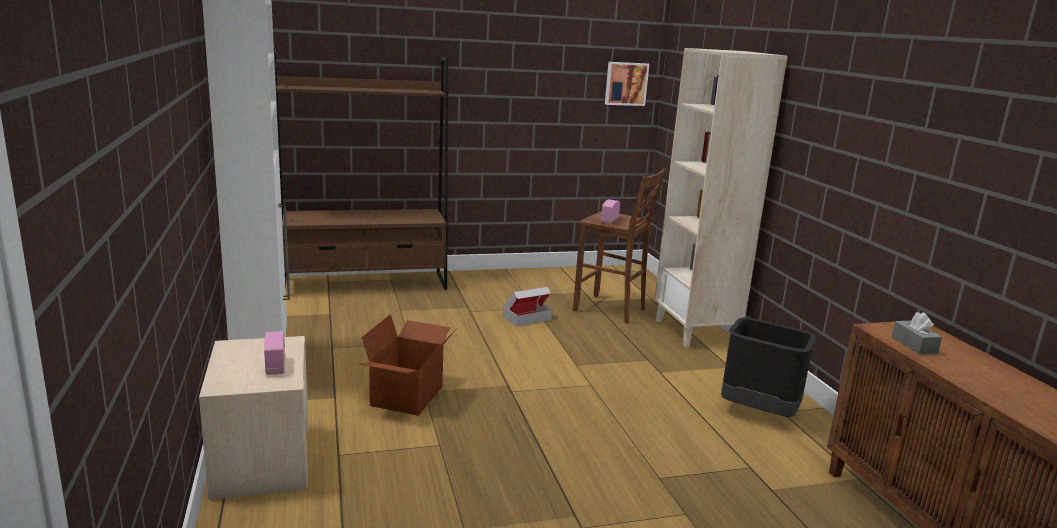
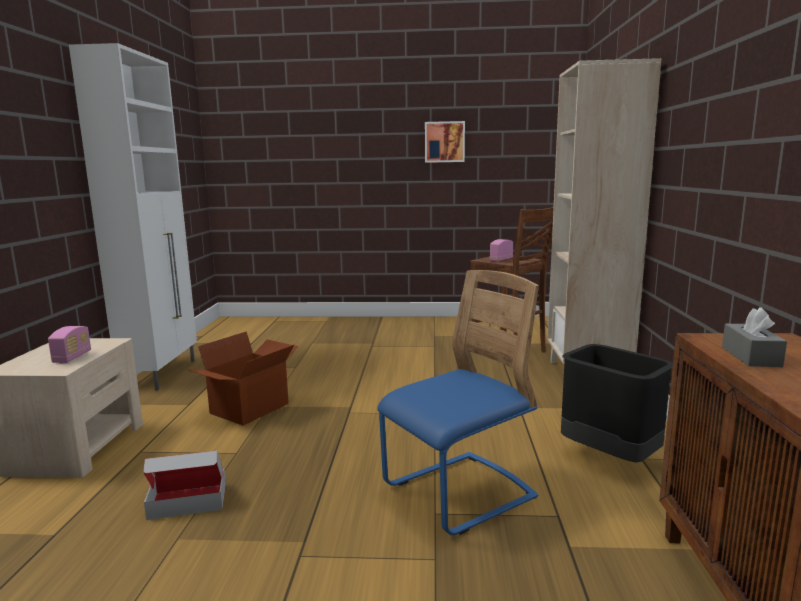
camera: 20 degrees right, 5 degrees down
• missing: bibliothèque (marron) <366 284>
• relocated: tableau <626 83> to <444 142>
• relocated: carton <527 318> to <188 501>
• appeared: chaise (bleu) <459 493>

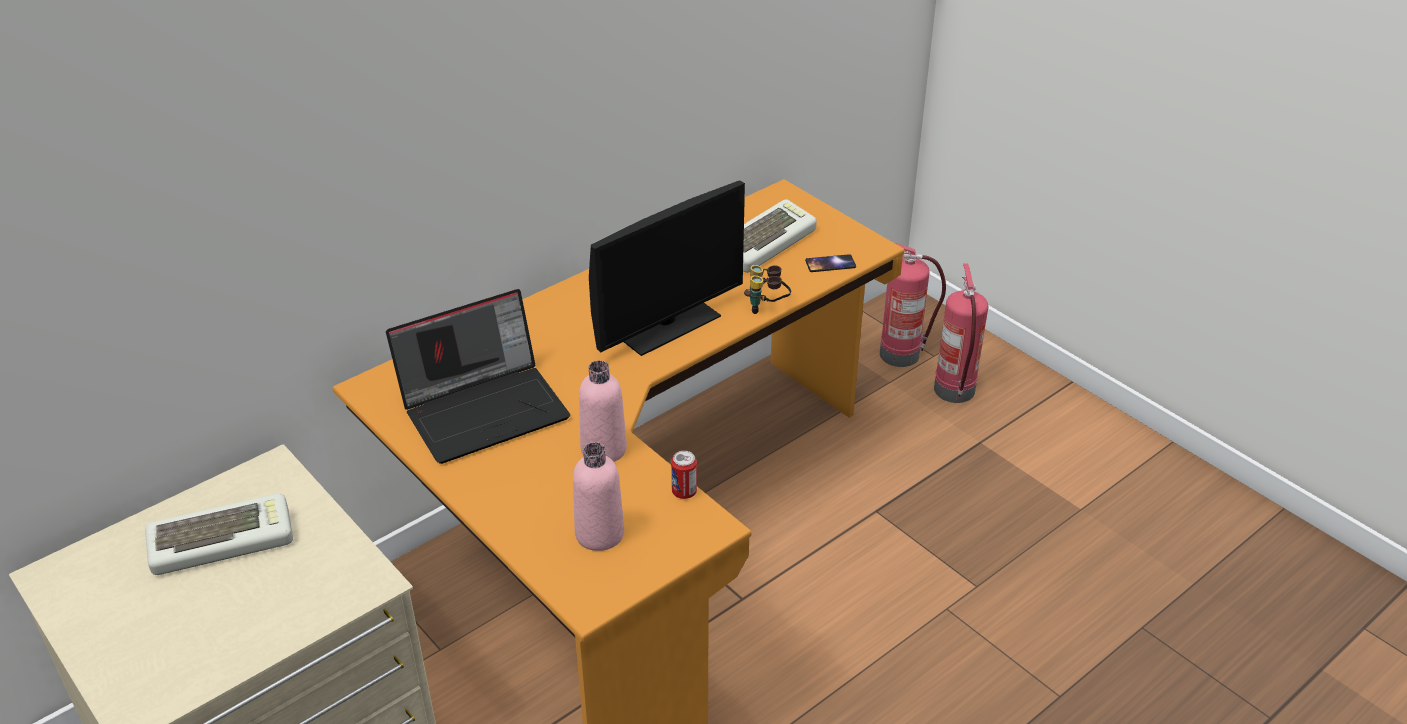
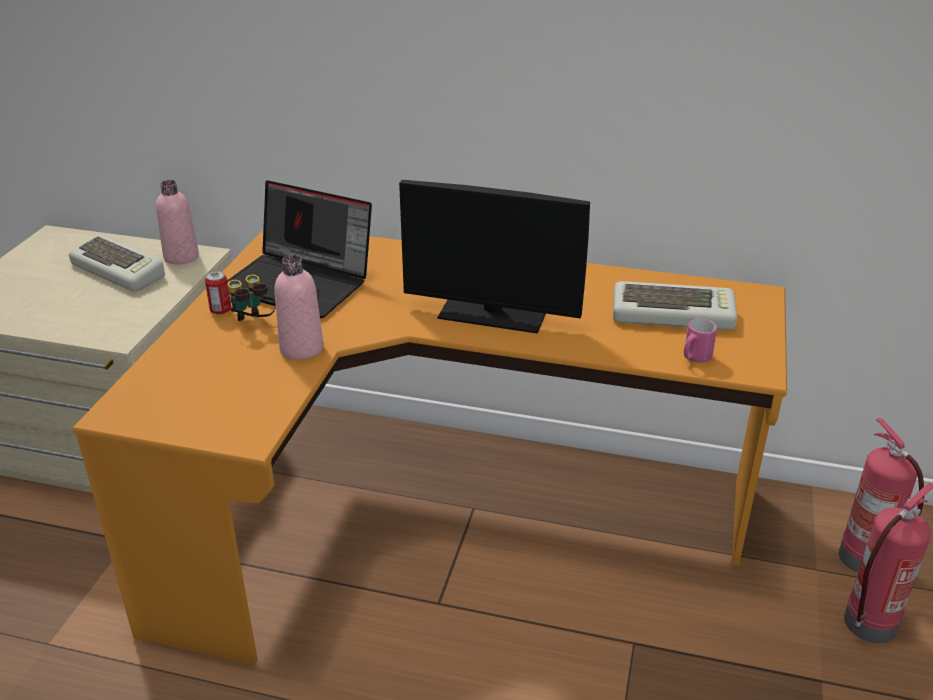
camera: 55 degrees right, 5 degrees down
• exchanged: téléphone <830 264> to mug (rose) <694 358>
• relocated: jumelles <767 307> to <253 323>
• relocated: bouteille (rose) <599 534> to <181 257>
• relocated: boîte métallique <684 492> to <221 310>

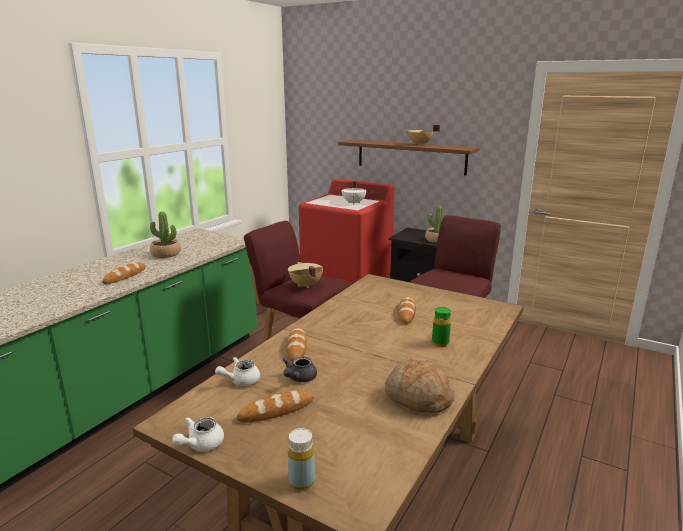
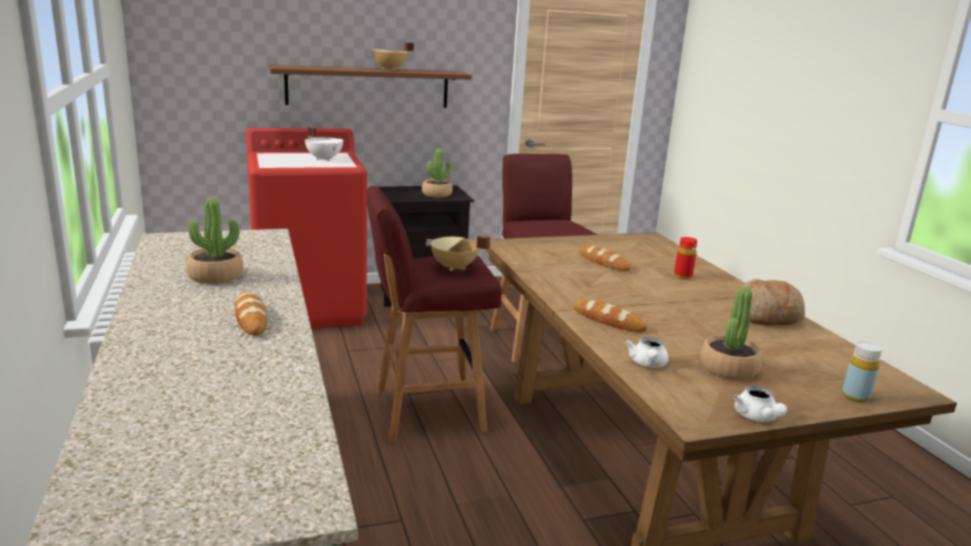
camera: 50 degrees left, 0 degrees up
• colour: bouteille (vert) <440 343> to bouteille (rouge) <682 276>
• missing: théière (gris) <299 378>
• exchanged: pain <276 410> to plante en pot <728 369>

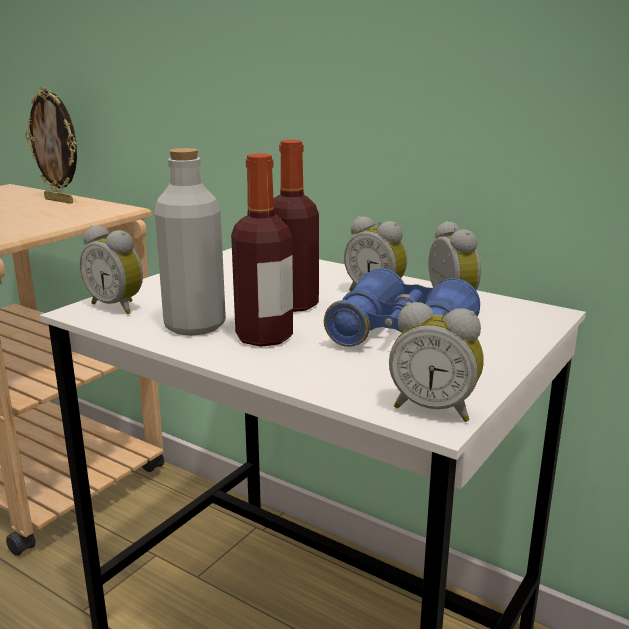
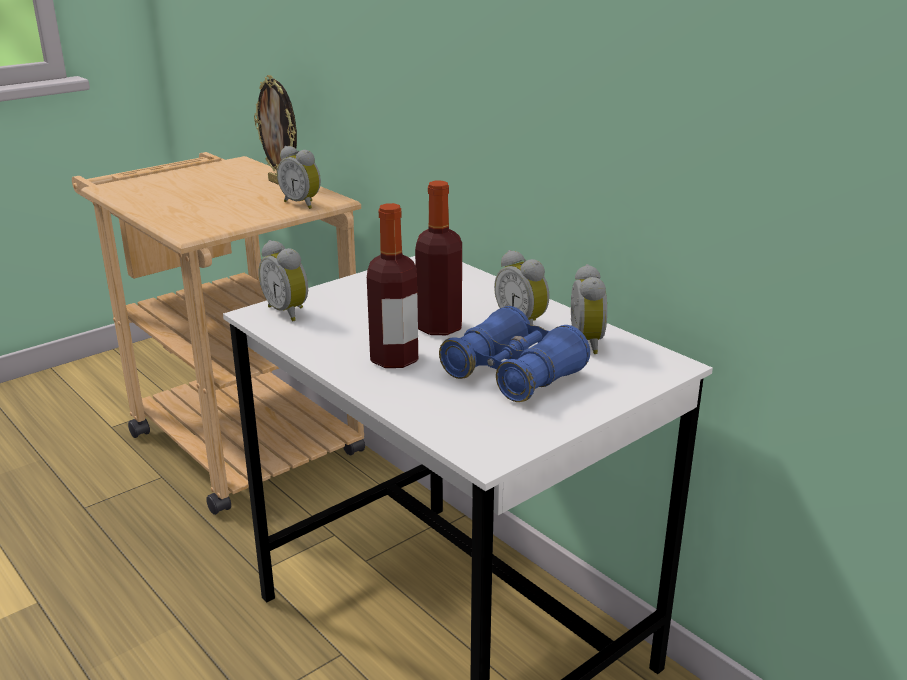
camera: 15 degrees right, 5 degrees up
• missing: bouteille (gris) <194 325>
• relocated: réveil <434 408> to <302 203>

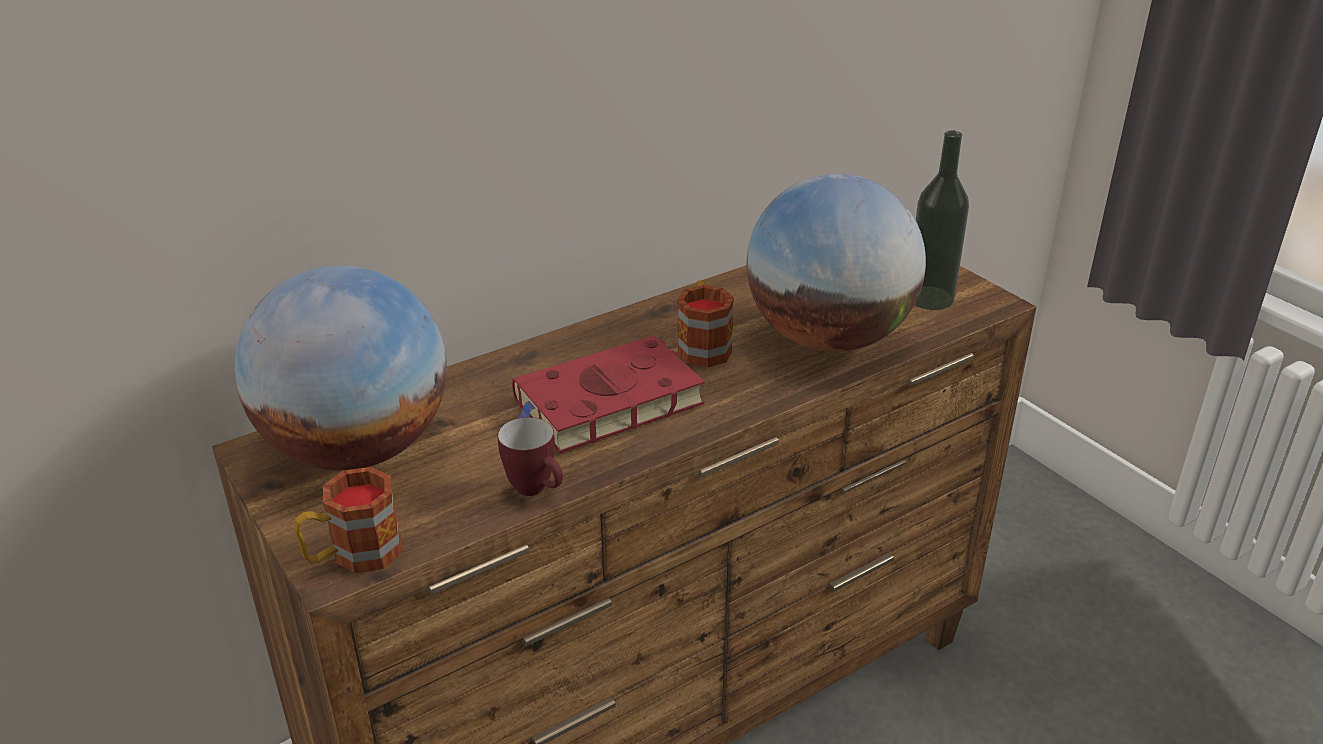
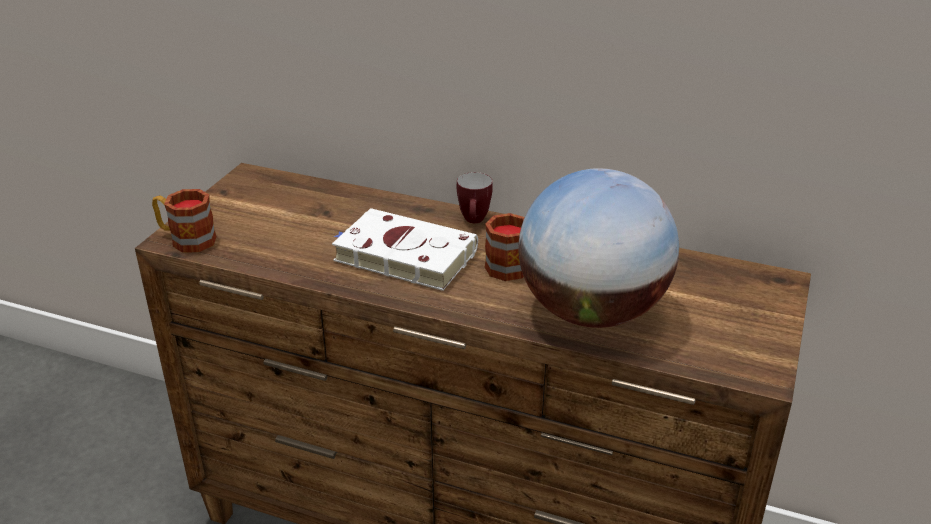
camera: 55 degrees right, 0 degrees up
• missing: bouteille <930 298>
• missing: globe <357 449>
• colour: livre (rouge) <604 404> to livre (blanc) <401 255>
• relocated: mug <537 490> to <474 222>

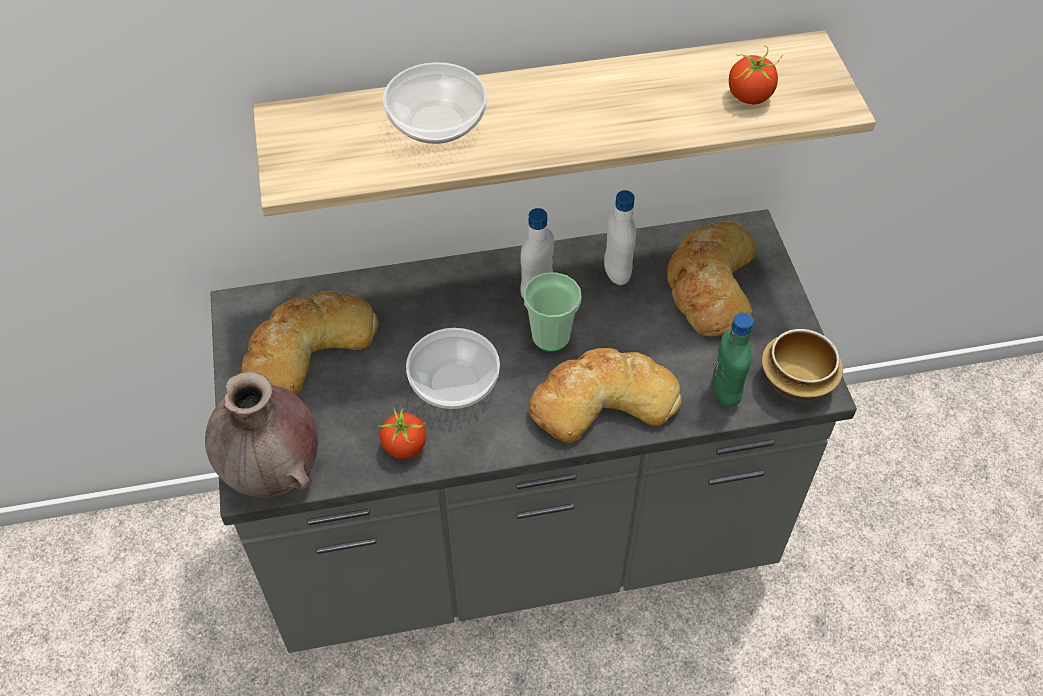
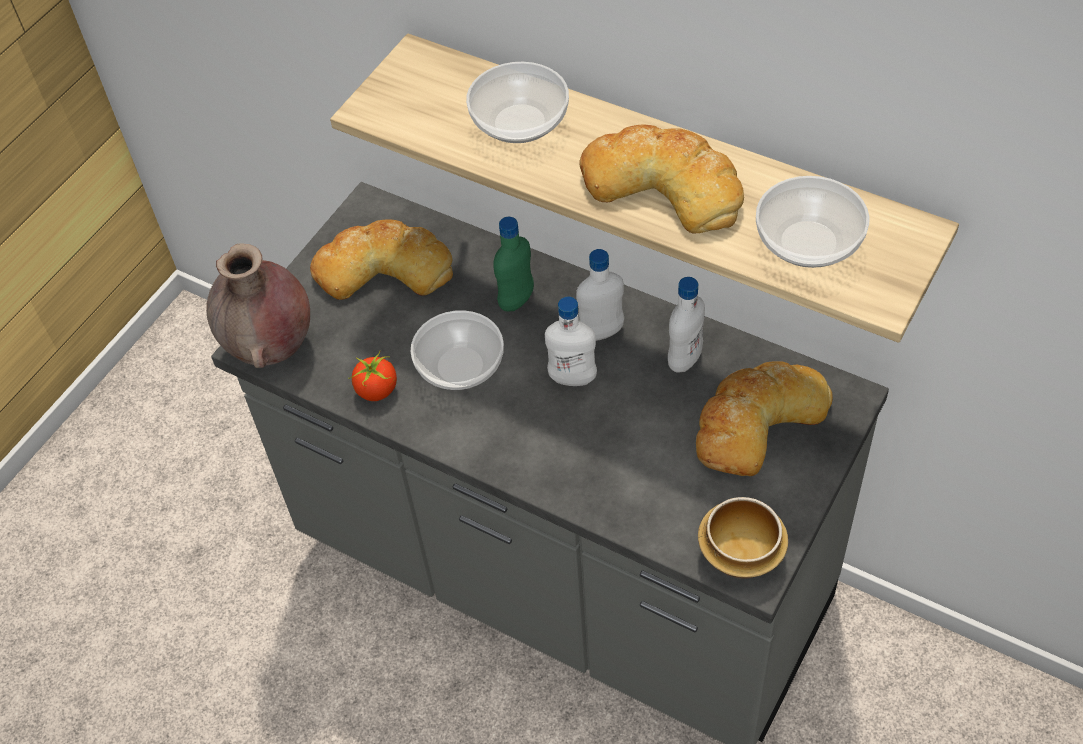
camera: 45 degrees right, 0 degrees up
• exchanged: tomate <749 96> to bol <807 244>
• exchanged: tasse <551 337> to bouteille (blanc) <572 378>
• relocated: bouteille (vert) <725 392> to <516 300>
• relocated: pain <601 400> to <664 185>

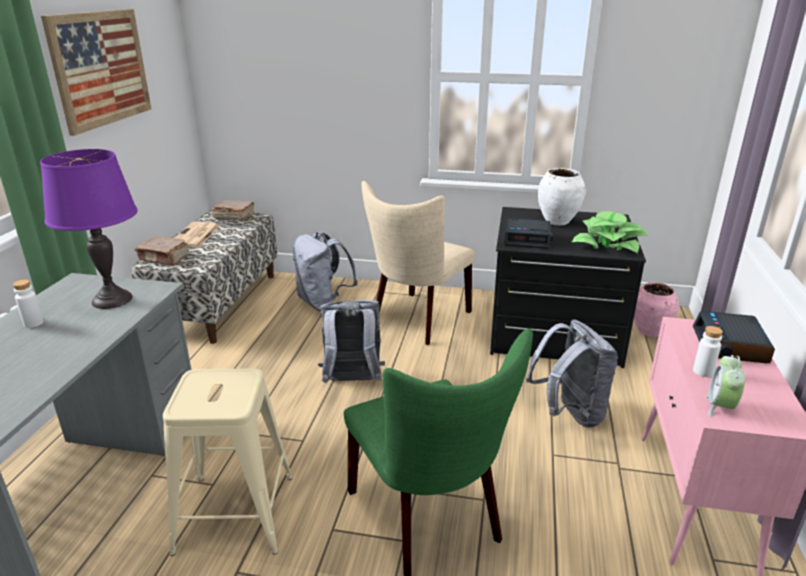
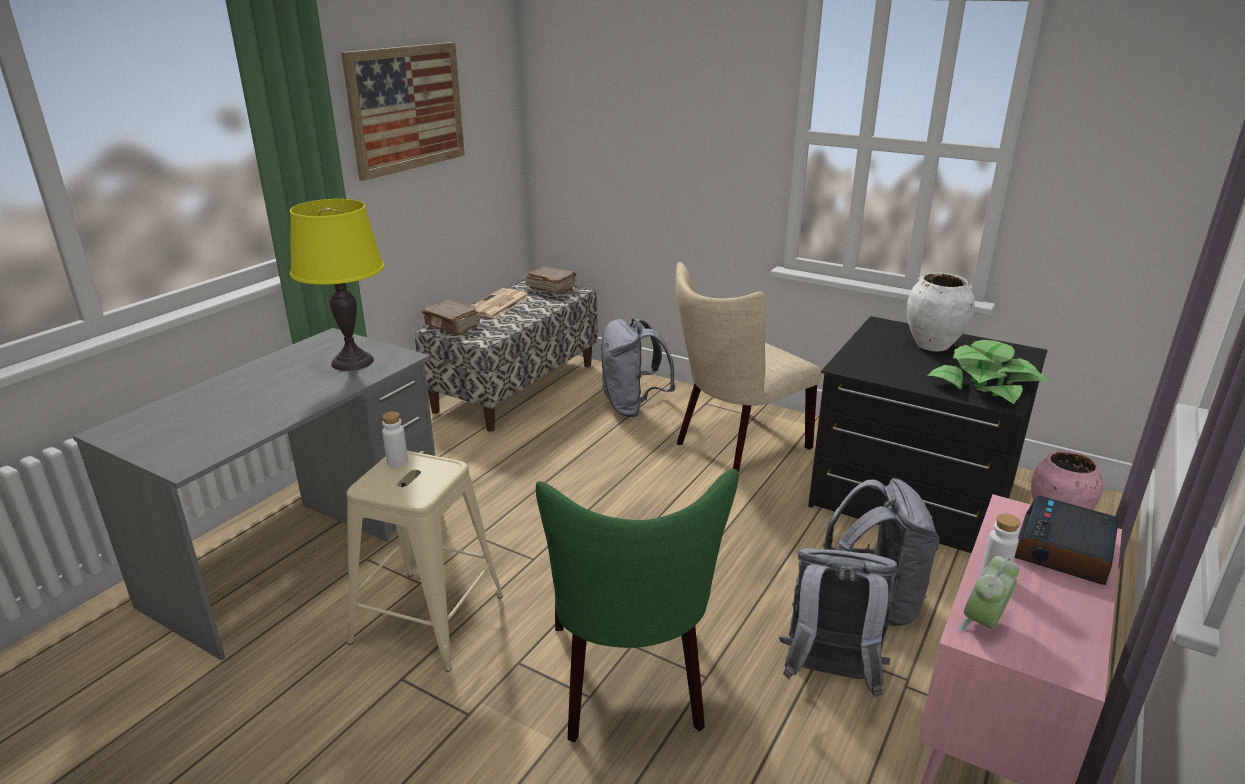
camera: 20 degrees right, 0 degrees up
• colour: lampe de table (violet) <112 300> to lampe de table (jaune) <352 362>
• missing: réveil <527 239>
• relocated: bouteille (blanc) <33 323> to <397 461>
• relocated: sac à dos (gris) <352 382> to <829 676>

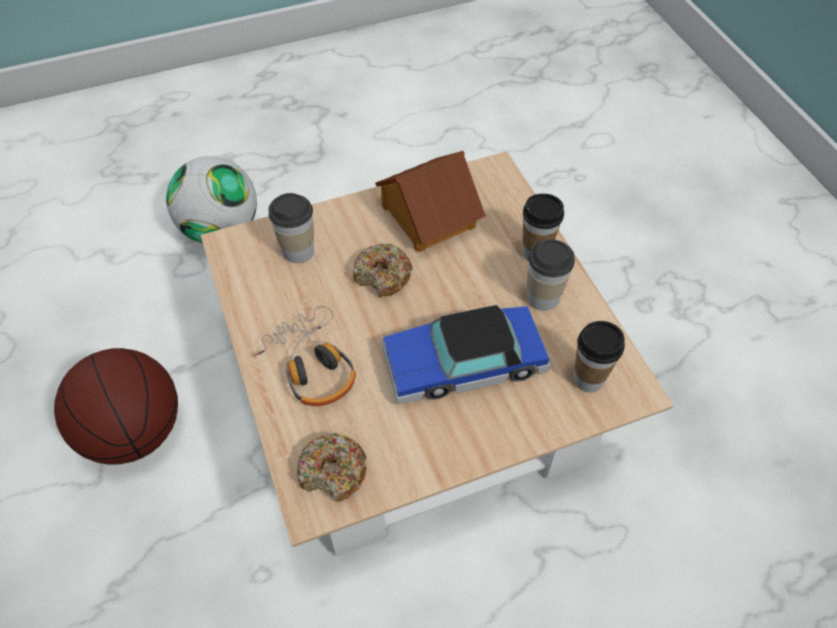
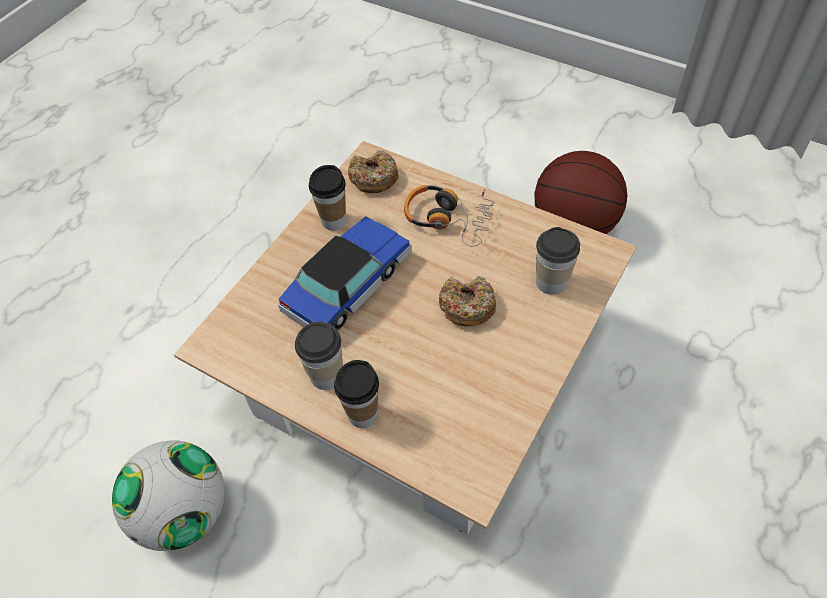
camera: 145 degrees right, 0 degrees up
• missing: maison miniature <427 216>
• relocated: ballon de foot <221 230> to <185 513>
• relocated: tasse <588 379> to <334 221>

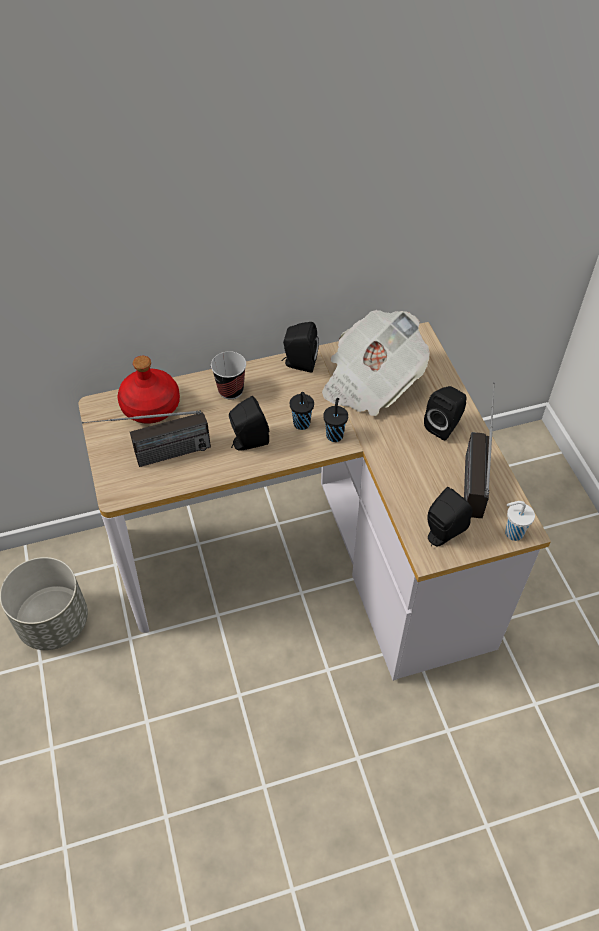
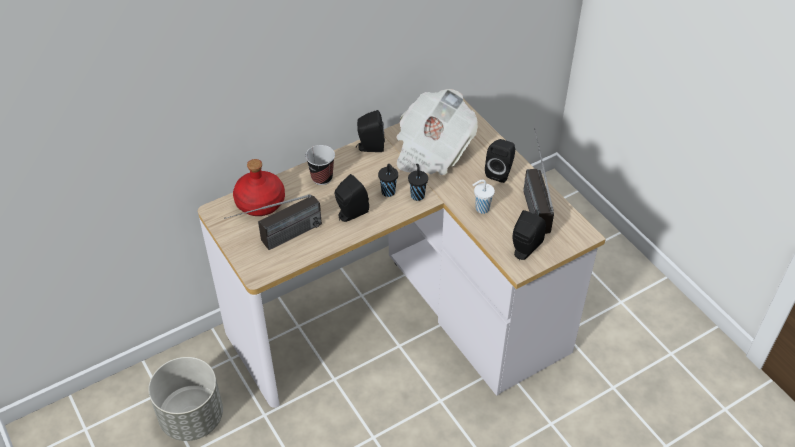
camera: 15 degrees left, 5 degrees down
• relocated: tasse (blanc) <512 533> to <481 208>

